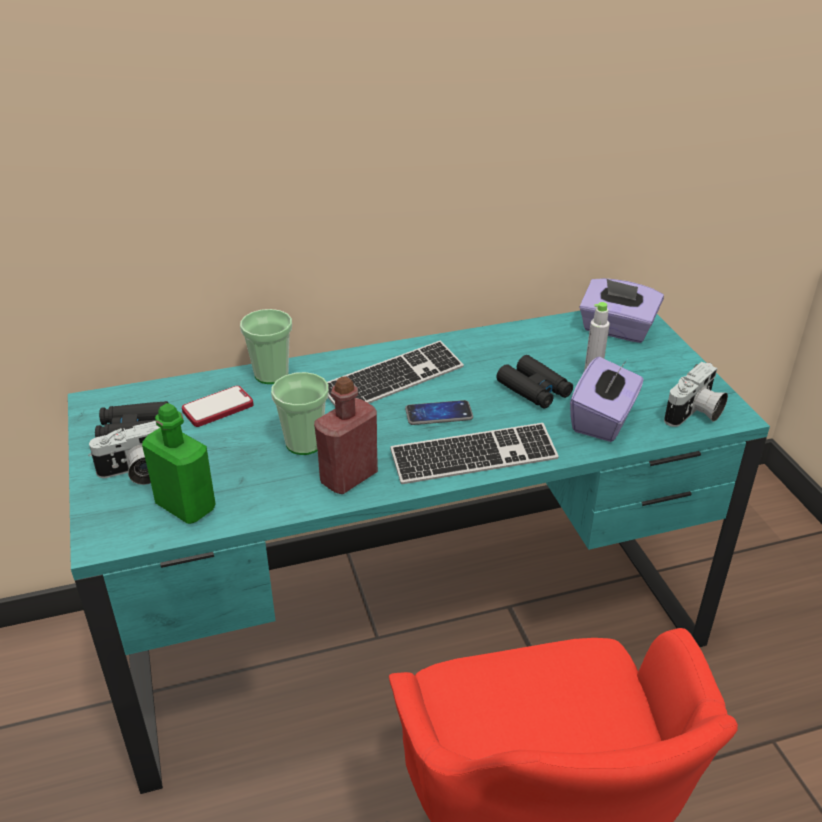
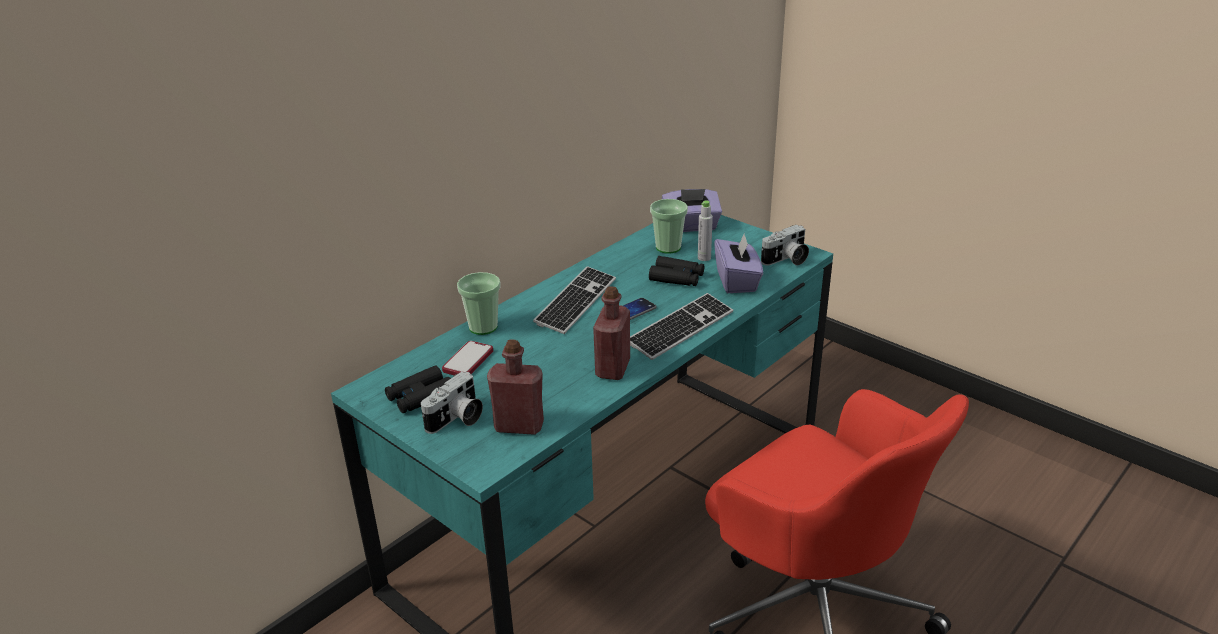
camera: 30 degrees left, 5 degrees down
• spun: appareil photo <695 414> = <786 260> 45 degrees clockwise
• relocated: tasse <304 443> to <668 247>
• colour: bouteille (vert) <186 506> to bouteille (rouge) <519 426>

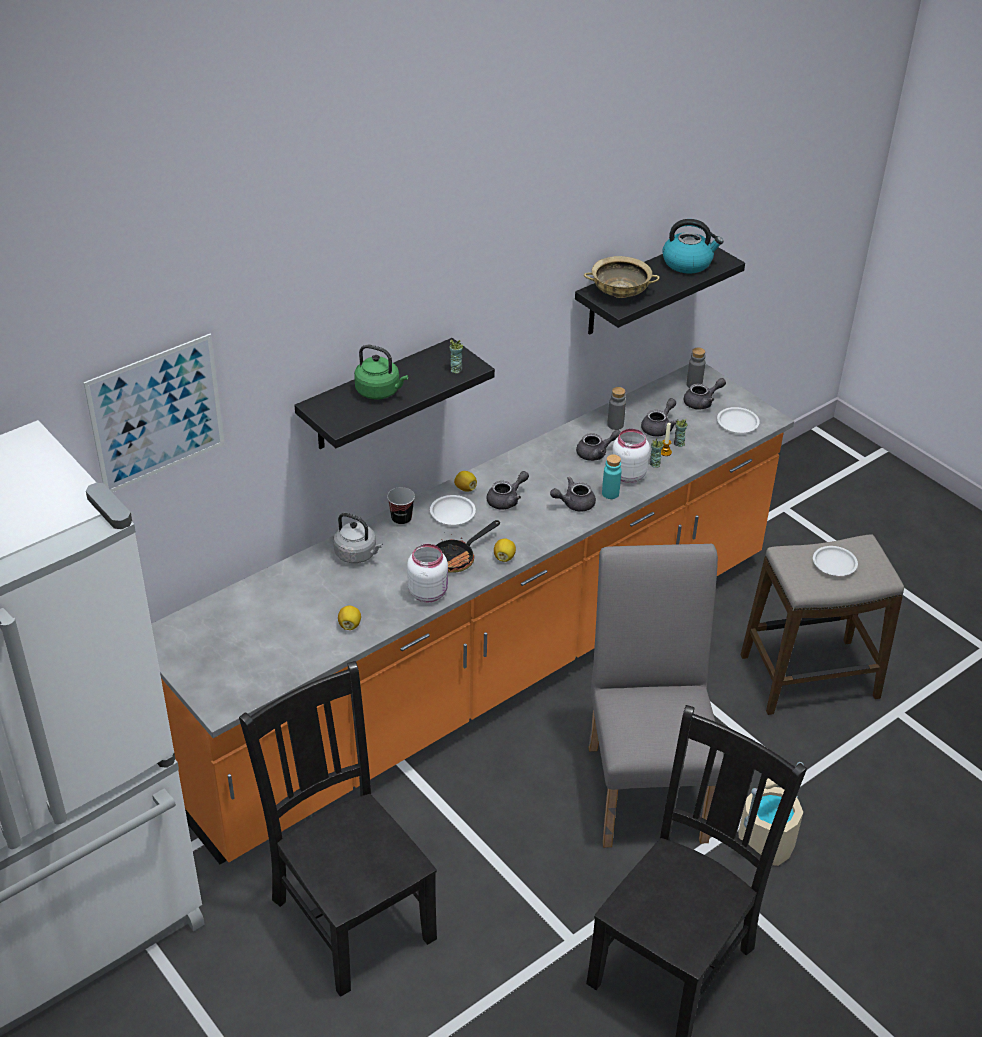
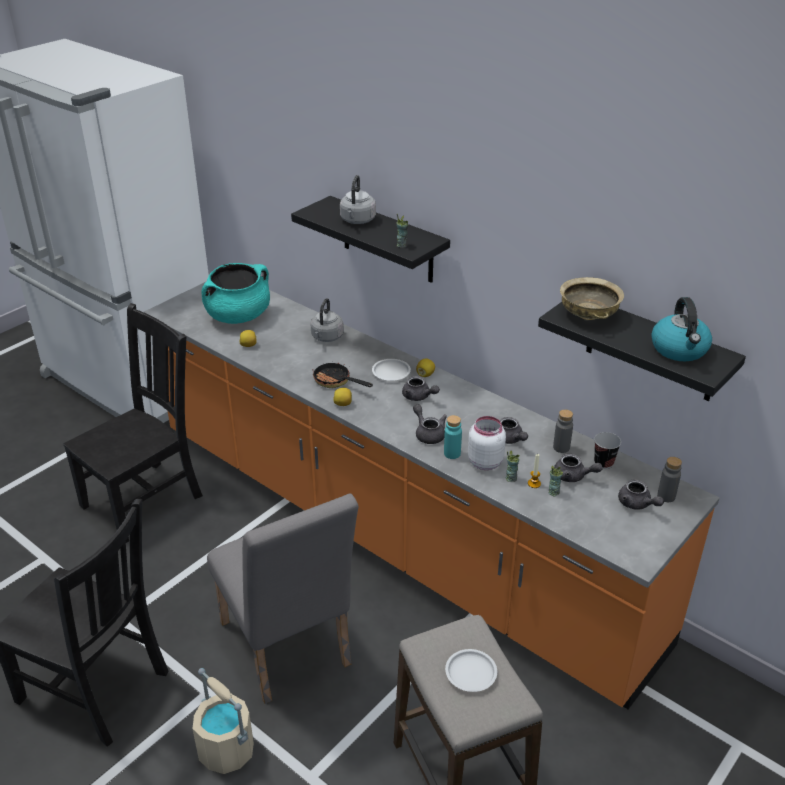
camera: 80 degrees right, 5 degrees down
• missing: tableau <157 414>
• colour: bouilloire (vert) <380 392> to bouilloire (gris) <357 221>
• missing: assiette (blanc) <737 423>
• relocated: tasse <401 519> to <603 463>
• missing: bocal (blanc) <428 592>
• spun: chaise (gris) <646 783> = <288 651> 75 degrees clockwise
• appeared: marmite (turquoise) <238 316>

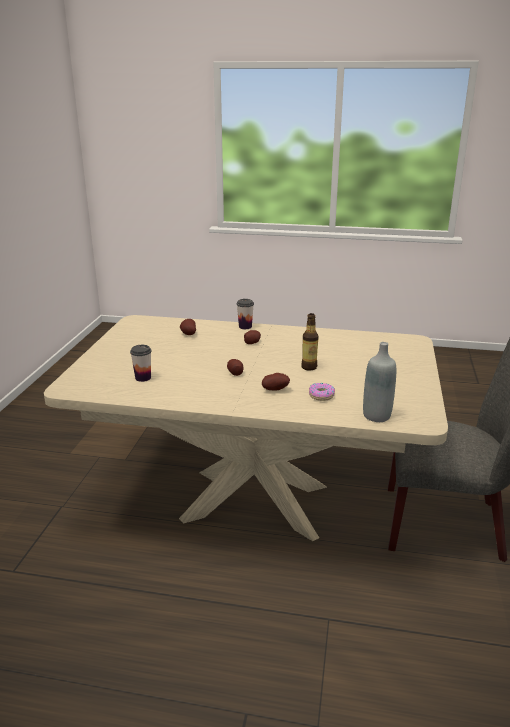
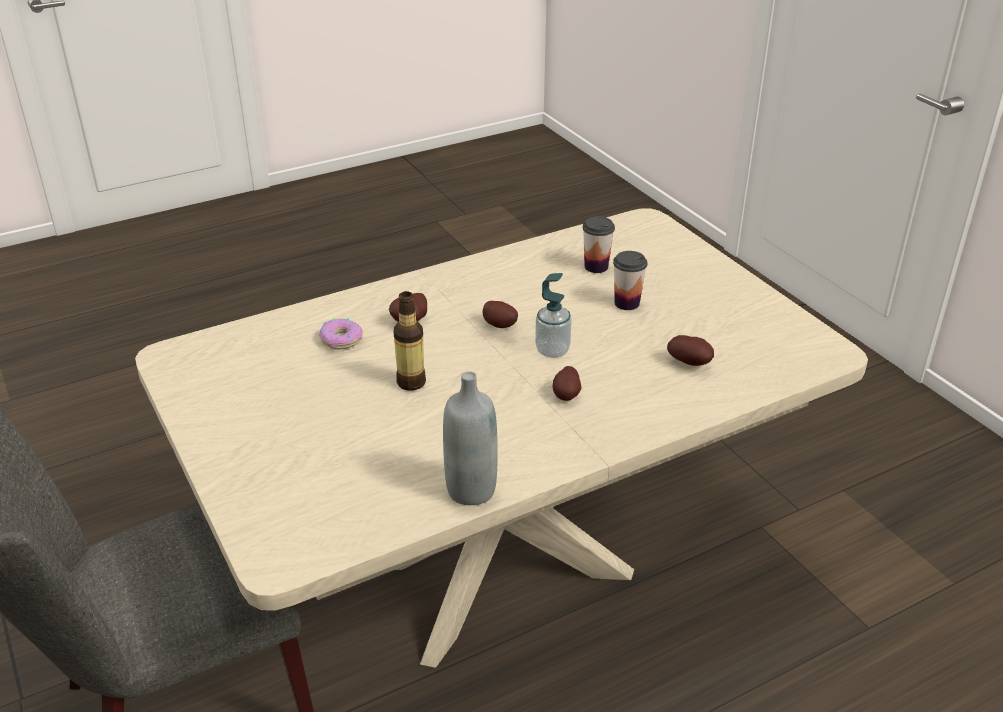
camera: 140 degrees right, 10 degrees up
• relocated: tasse <245 327> to <627 303>
• relocated: bouteille (gris) <376 416> to <471 490>
• appeared: distributeur de savon <552 351>

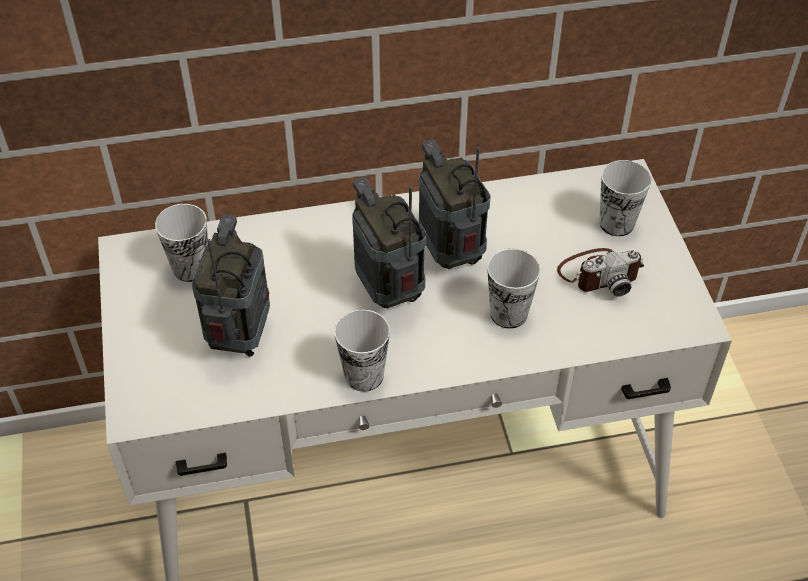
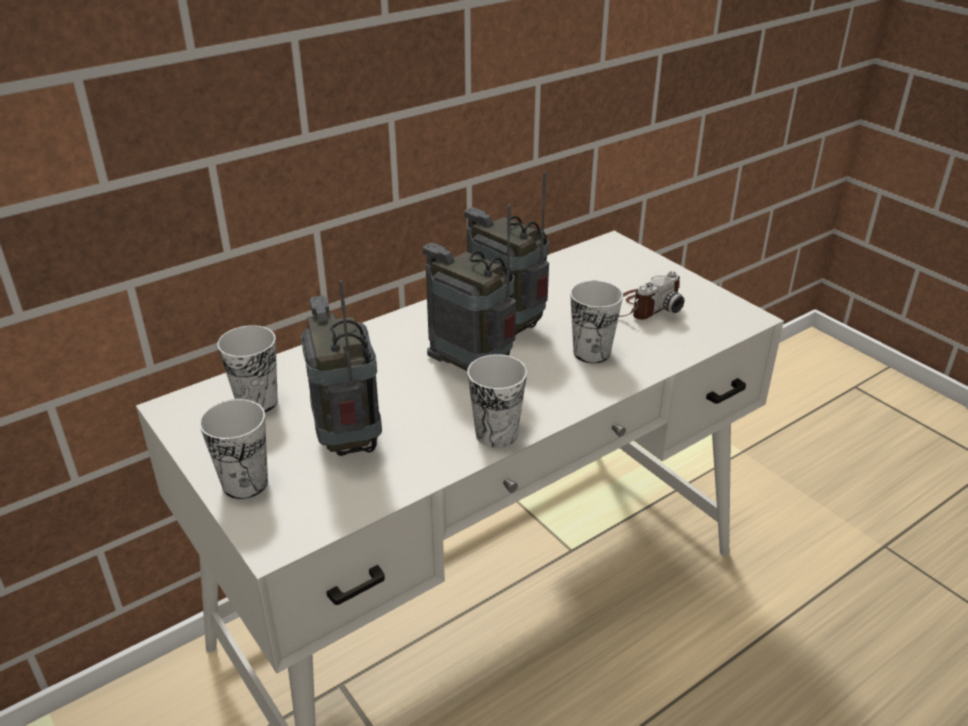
camera: 25 degrees left, 15 degrees down
• relocated: tasse <616 223> to <245 483>

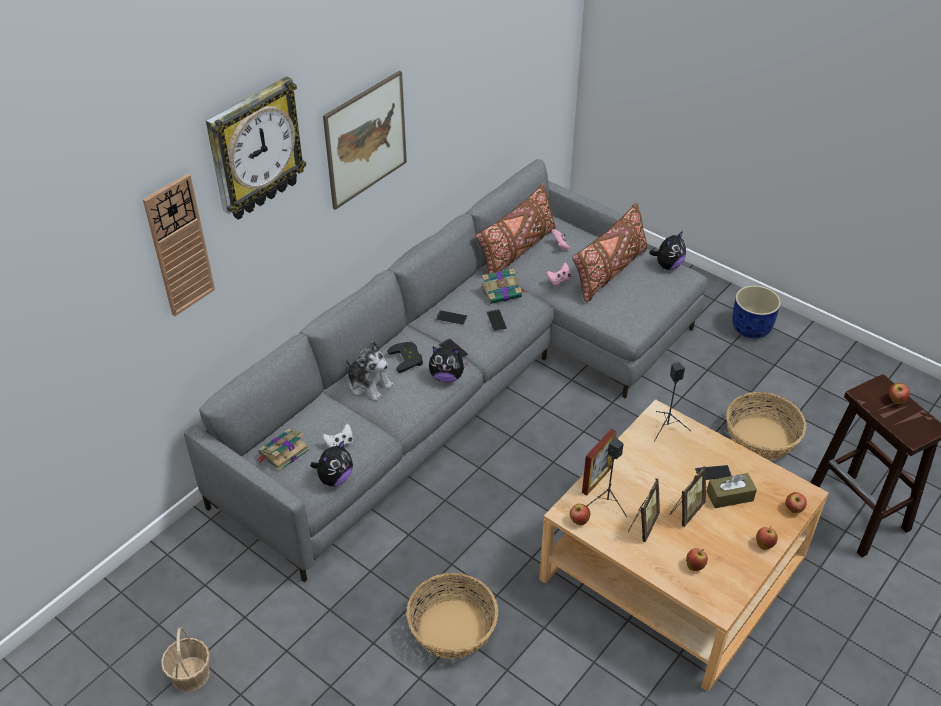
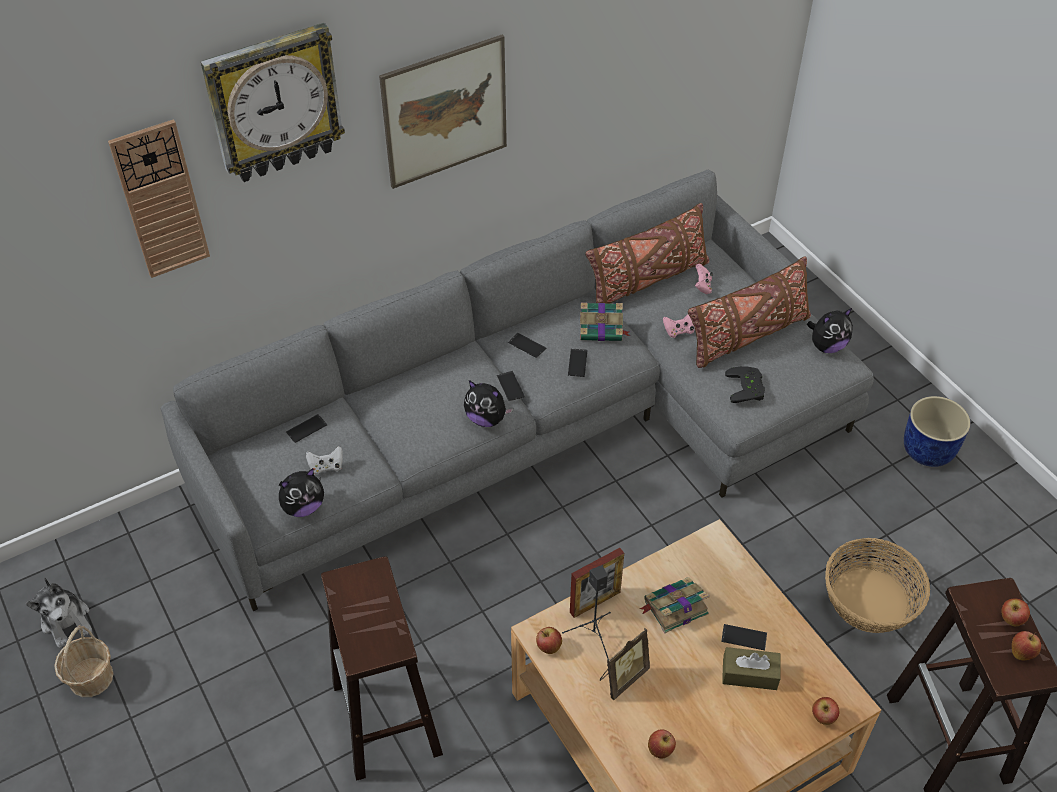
camera: 20 degrees right, 5 degrees up
• relocated: peluche <369 385> to <67 621>
• relocated: manette (noir) <408 358> to <748 388>
• missing: enceinte (noir) <667 427>
• relocated: livre <283 453> to <674 607>
• missing: cadre photo <685 511>
• relocated: pomme <764 544> to <1021 652>
• exchanged: panier <453 629> to tabouret (marron) <387 720>
• appeared: téléphone <306 428>

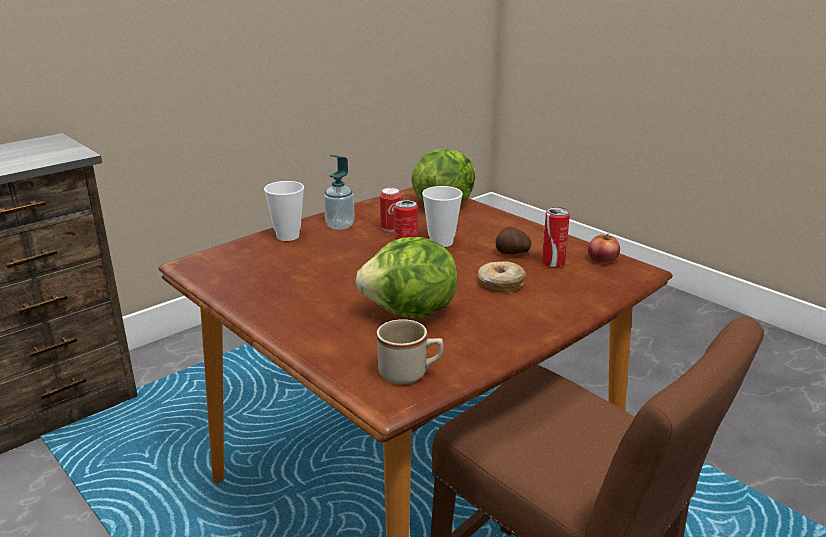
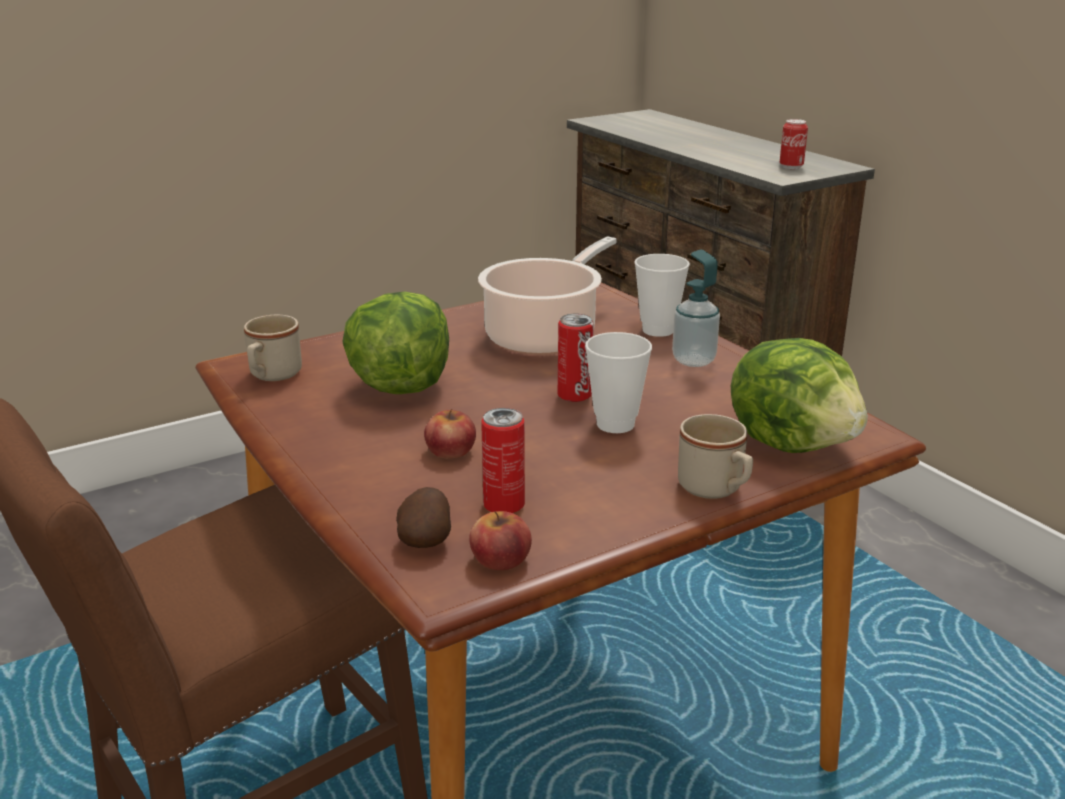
camera: 100 degrees right, 0 degrees up
• relocated: boîte métallique <391 229> to <791 167>
• relocated: pomme de terre <512 253> to <426 539>
• exchanged: beignet <500 283> to pomme <451 450>
• appeared: marmite <544 336>
• appeared: mug (beige) <715 490>

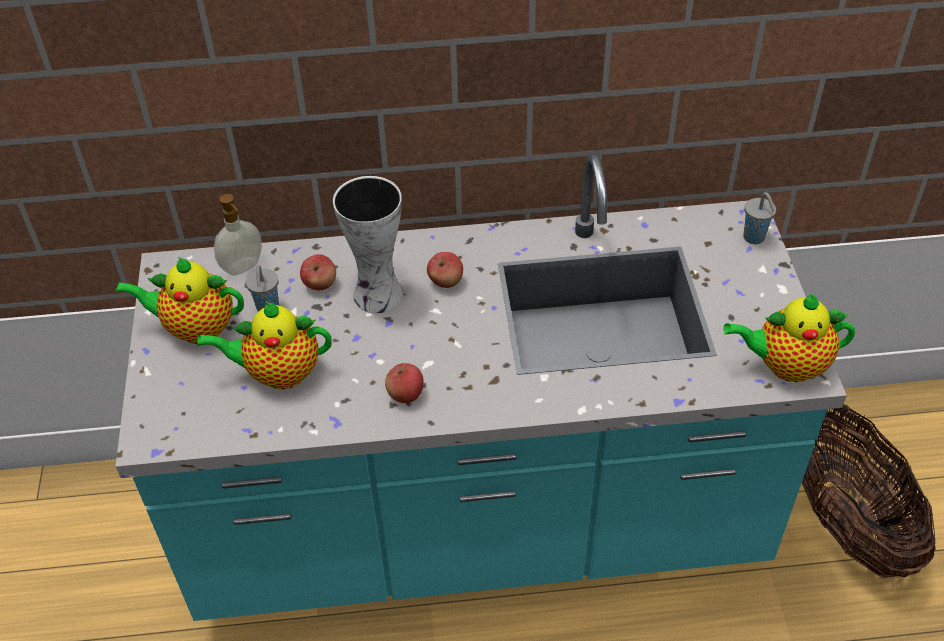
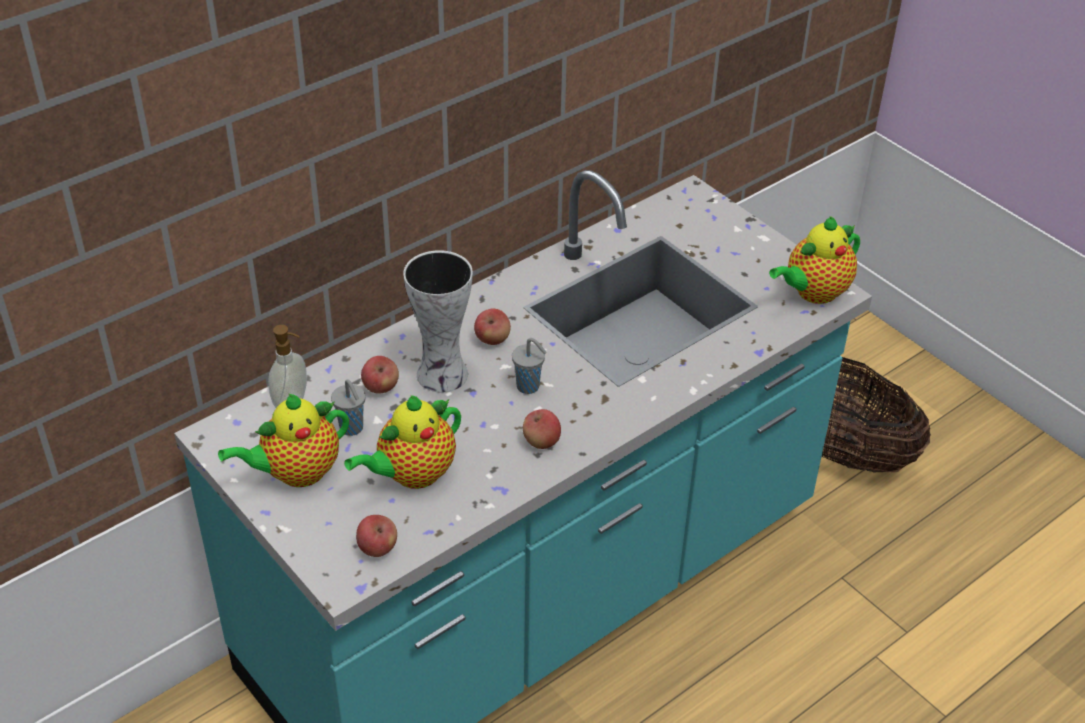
camera: 35 degrees left, 5 degrees down
• relocated: tasse (gris) <754 238> to <529 387>
• appeared: pomme <377 548>

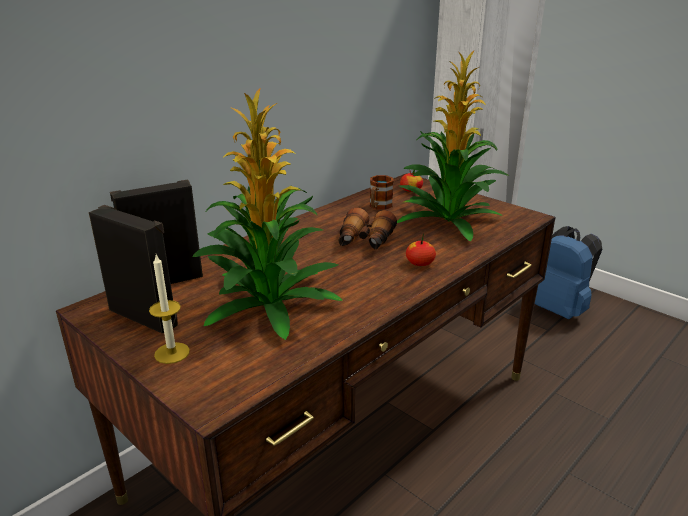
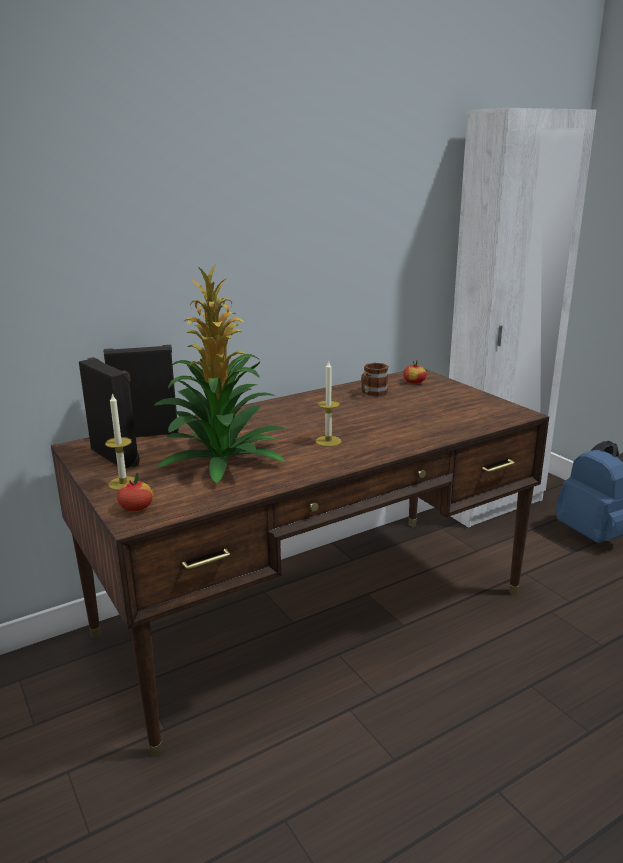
camera: 15 degrees right, 5 degrees down
• missing: plante en pot <449 219>
• missing: jumelles <365 242>
• relocated: pomme <420 263> to <136 507>
• appeared: bougie <328 441>

